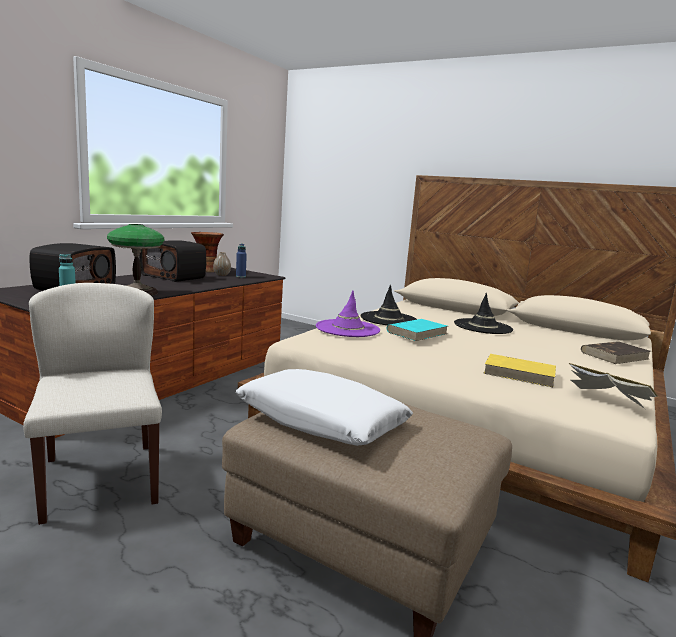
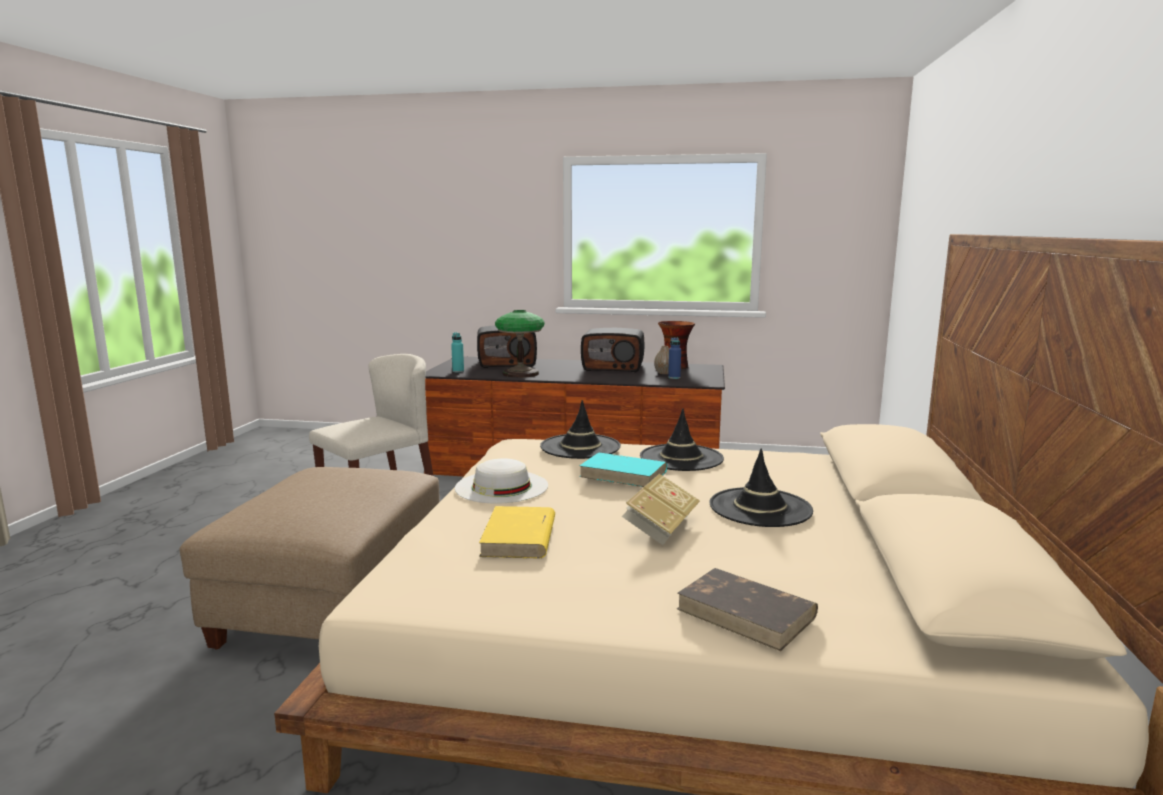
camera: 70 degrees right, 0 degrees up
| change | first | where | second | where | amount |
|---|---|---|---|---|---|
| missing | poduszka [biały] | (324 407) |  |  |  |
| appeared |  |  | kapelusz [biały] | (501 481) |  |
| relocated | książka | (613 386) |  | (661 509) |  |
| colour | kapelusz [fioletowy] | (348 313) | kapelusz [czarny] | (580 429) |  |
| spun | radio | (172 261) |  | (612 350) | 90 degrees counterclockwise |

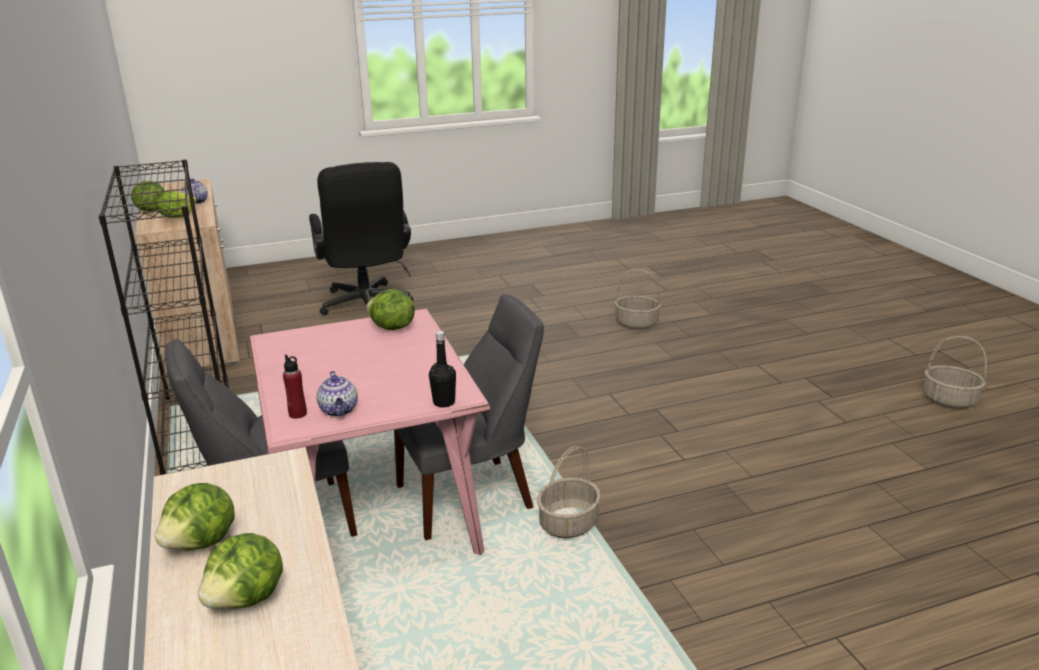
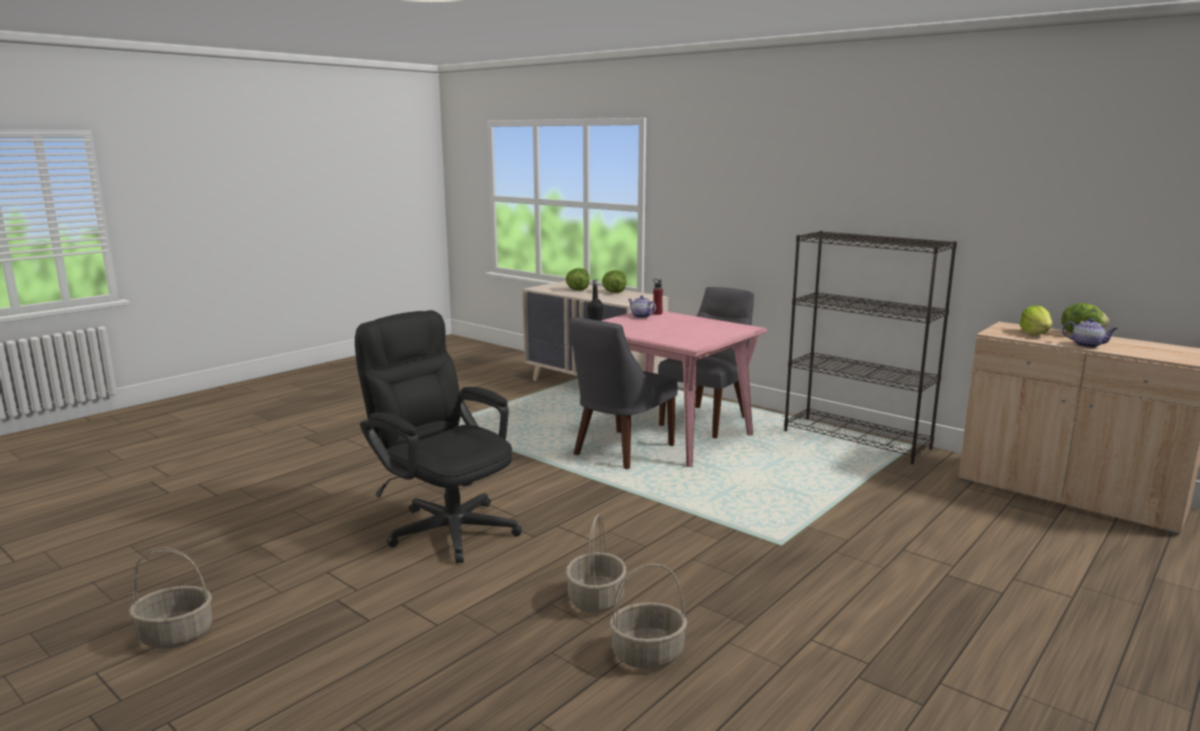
camera: 150 degrees right, 10 degrees down
| change | first | where | second | where | amount |
|---|---|---|---|---|---|
| missing | sałata | (390 309) |  |  |  |
| relocated | krzesło biurowe [czarny] | (361 238) |  | (438 436) |  |
| relocated | koszyk | (569 492) |  | (596 564) |  |

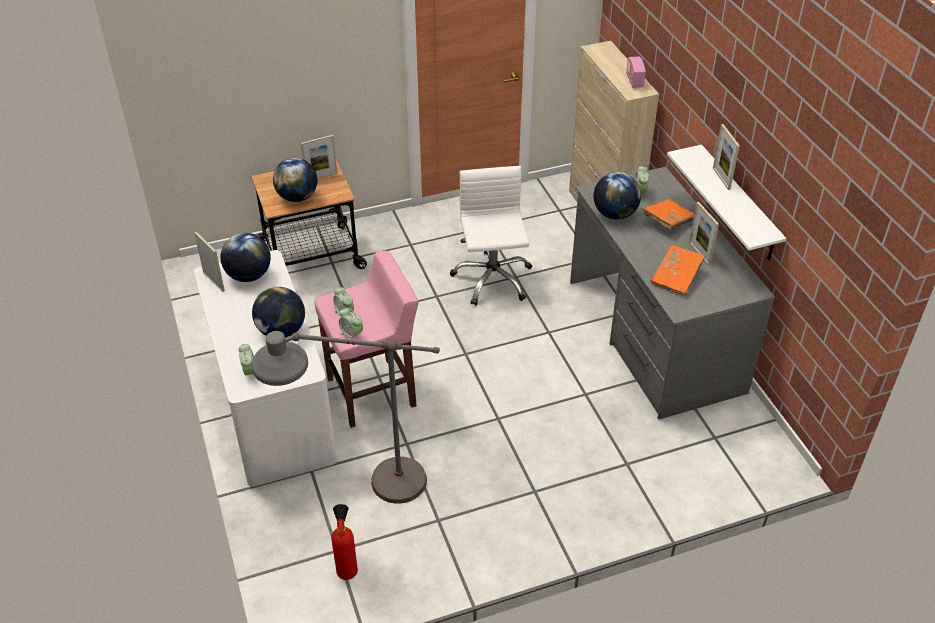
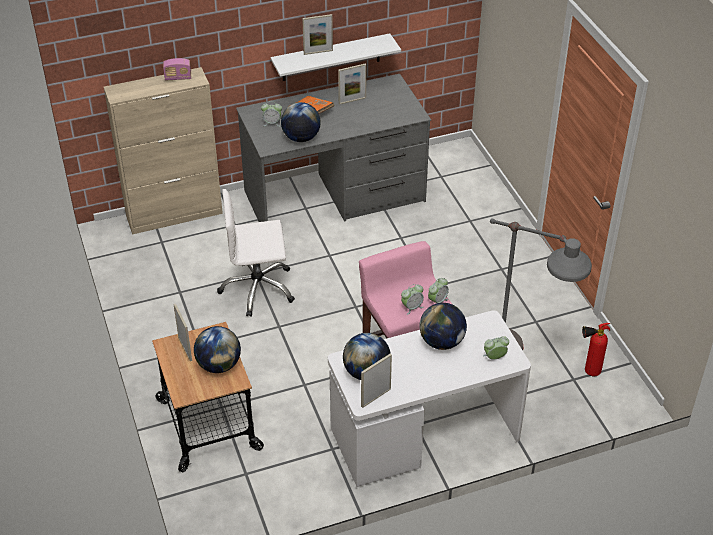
camera: 90 degrees left, 0 degrees up
| change | first | where | second | where | amount |
|---|---|---|---|---|---|
| missing | książka [pomarańczowy] | (677 270) |  |  |  |

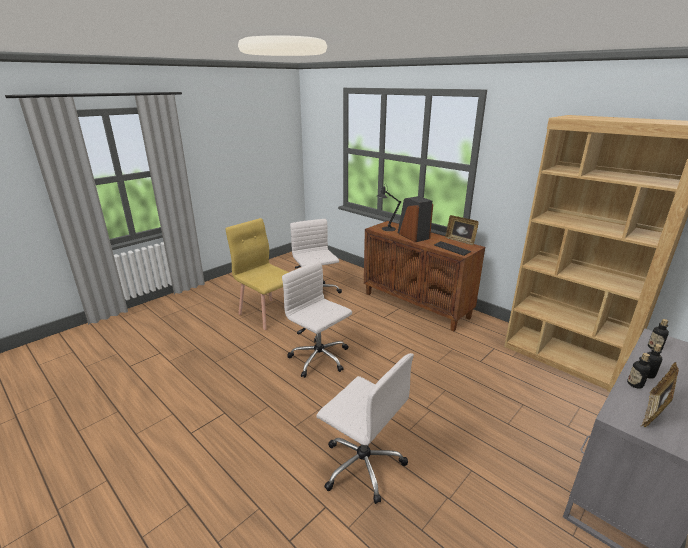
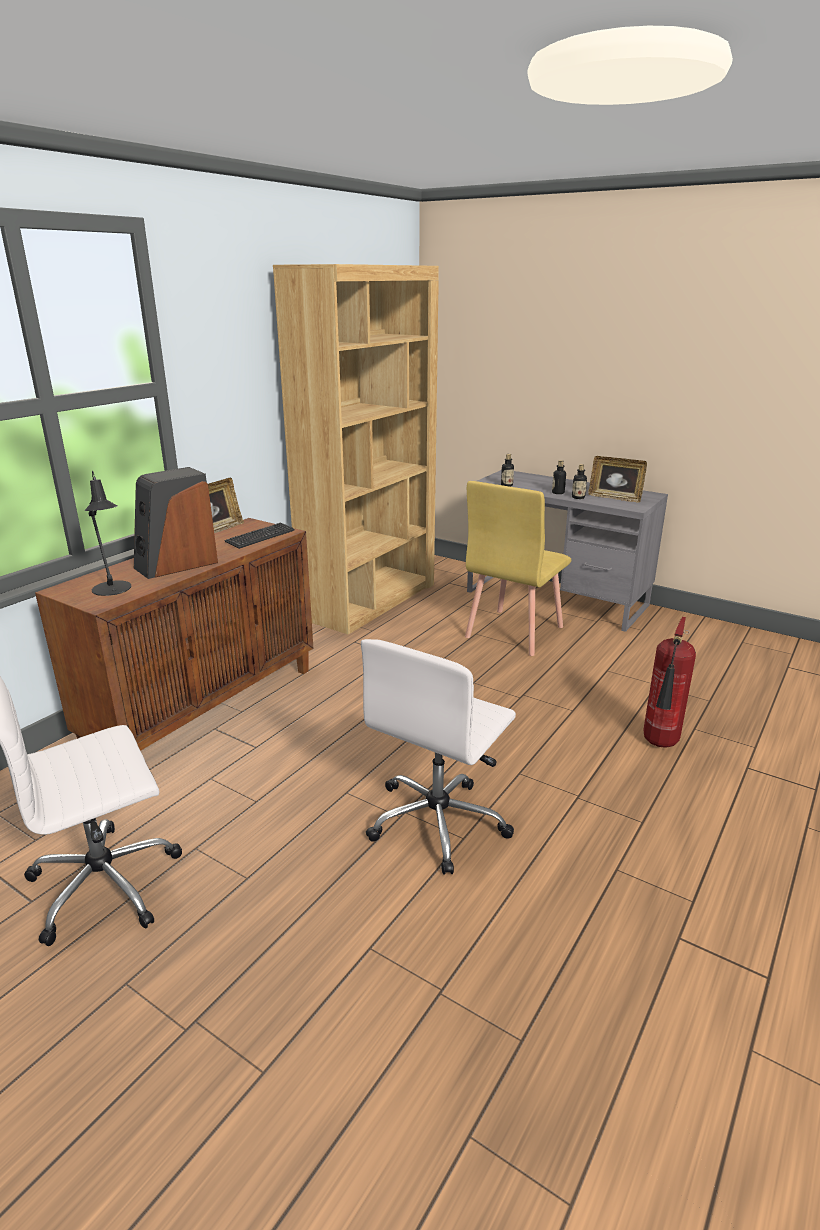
camera: 100 degrees left, 0 degrees up
| change | first | where | second | where | amount |
|---|---|---|---|---|---|
| relocated | krzesło [żółty] | (257 274) |  | (518 568) |  |
| exchanged | krzesło biurowe [biały] | (365 428) | gaśnica | (669 682) |  |

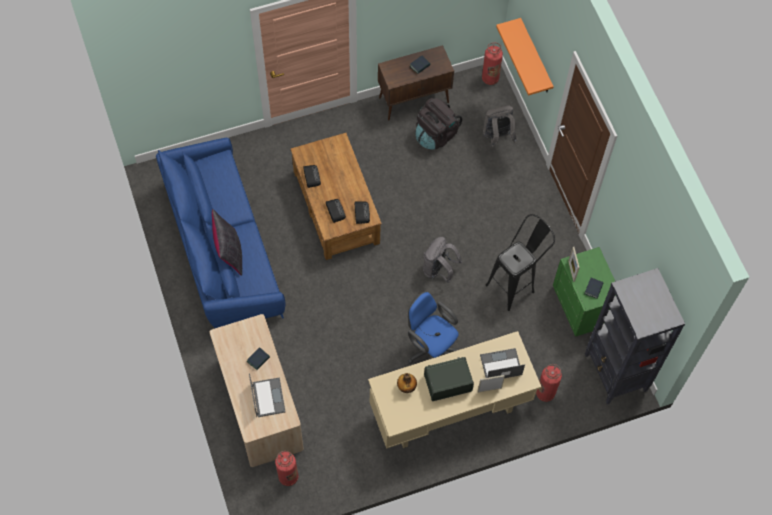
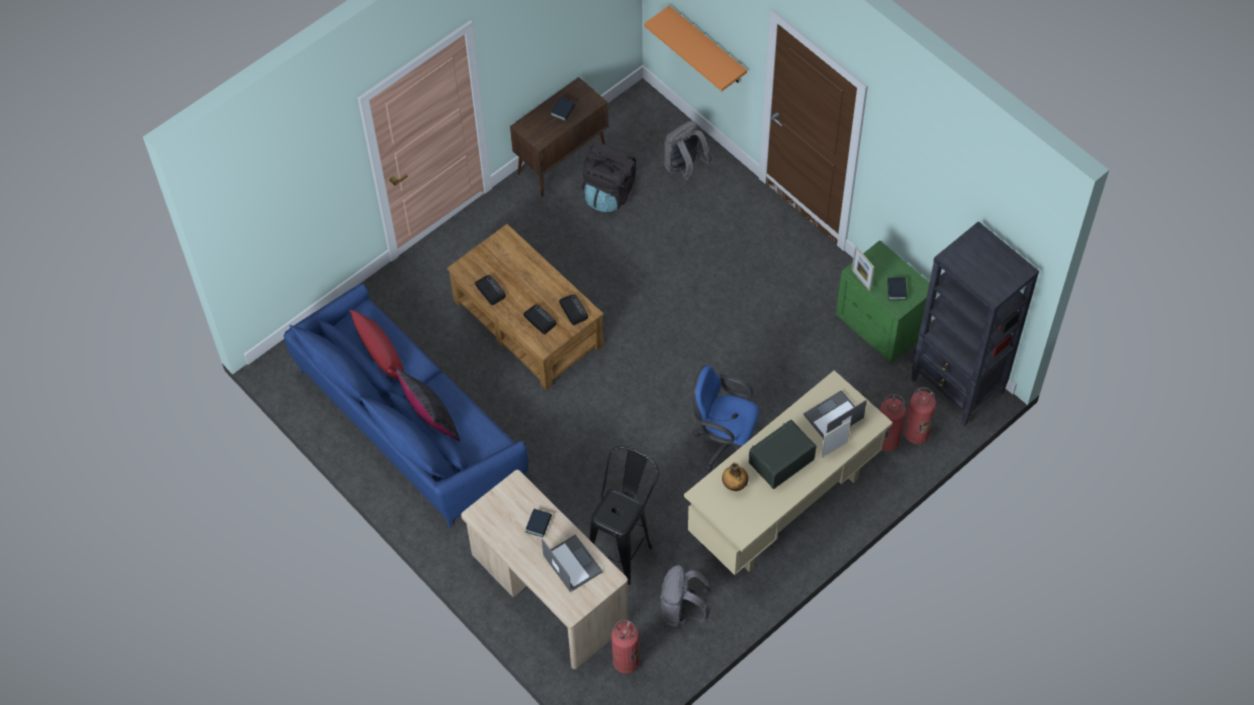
camera: 20 degrees left, 5 degrees down
| change | first | where | second | where | amount |
|---|---|---|---|---|---|
| appeared |  |  | poduszka [czerwony] | (376 344) |  |
| relocated | plecak [szary] | (442 260) |  | (685 596) |  |
| relocated | gaśnica | (492 63) |  | (920 415) |  |
| relocated | stołek [czarny] | (520 262) |  | (624 515) |  |

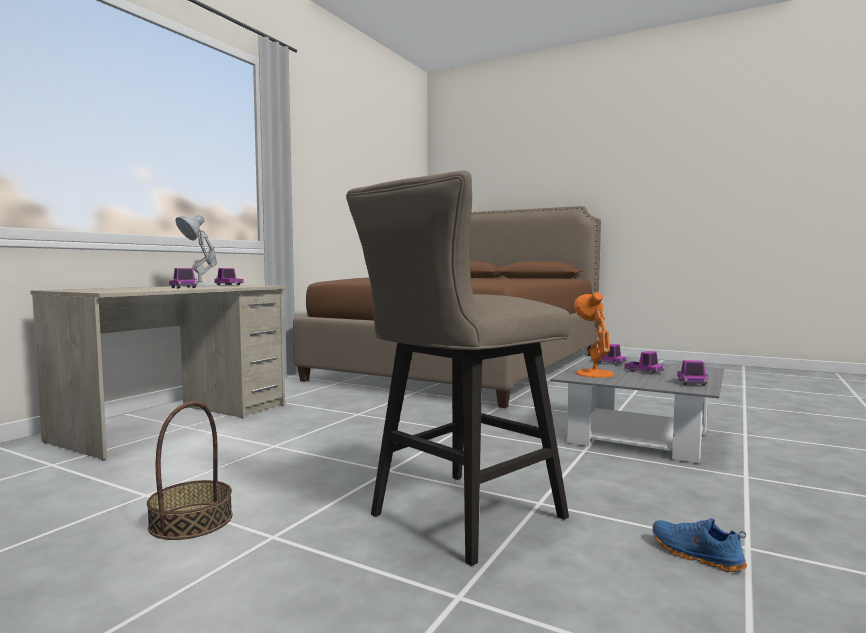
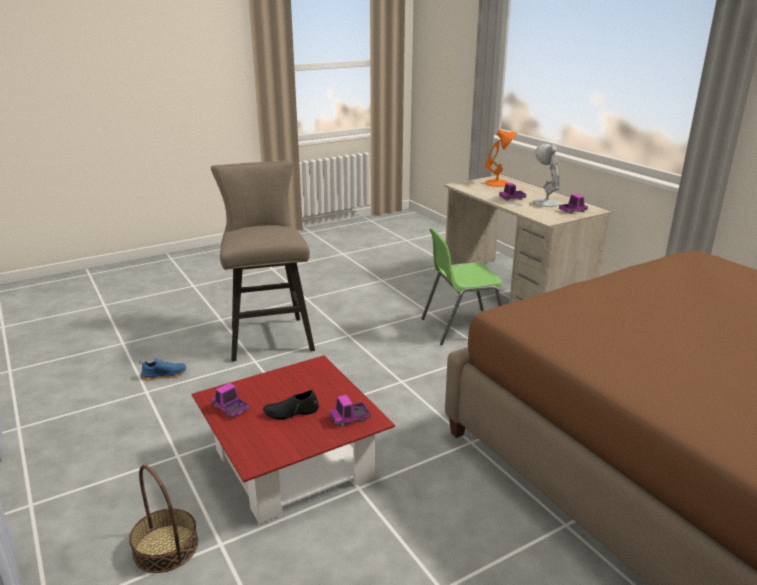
camera: 120 degrees right, 20 degrees up
| change | first | where | second | where | amount |
|---|---|---|---|---|---|
| appeared |  |  | krzesło [zielony] | (462 286) |  |
| relocated | koszyk | (189 470) |  | (163 519) |  |
| relocated | lampa stołowa [pomarańczowy] | (594 335) |  | (501 158) |  |
| exchanged | ciężarówka zabawkowa | (644 363) | but [czarny] | (291 405) |  |
| colour | ława [szary] | (637 411) | ława [czerwony] | (293 439) |  |

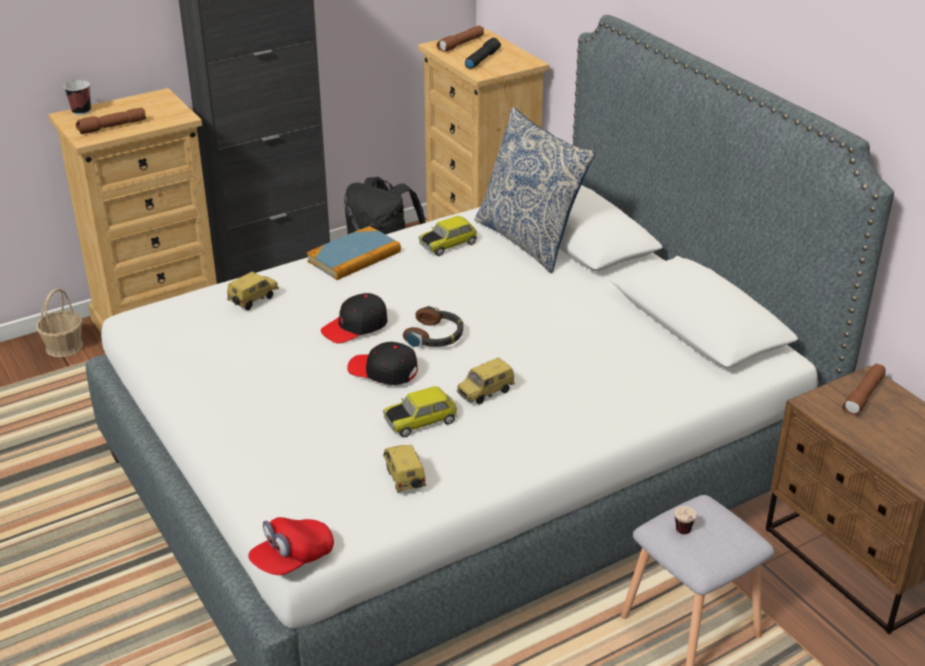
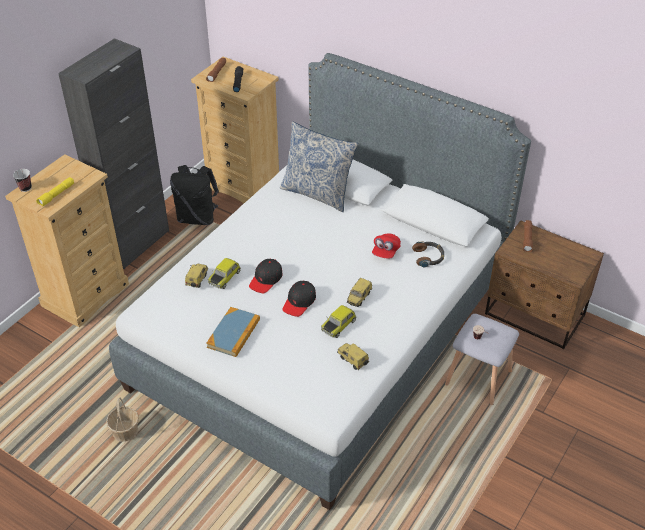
camera: 25 degrees left, 10 degrees up
| change | first | where | second | where | amount |
|---|---|---|---|---|---|
| relocated | koszyk | (59 322) |  | (122 420) |  |
| relocated | czapka z daszkiem [czerwony] | (291 546) |  | (386 246) |  |
| relocated | książka | (354 253) |  | (233 332) |  |
| relocated | słuchawki | (433 327) |  | (428 254) |  |
| relocated | samochodzik | (448 236) |  | (224 273) |  |
| colour | latarka [brązowy] | (111 121) | latarka [żółty] | (55 191) |  |
| spun | czapka z daszkiem [czarny] | (382 363) |  | (299 299) | 60 degrees counterclockwise |

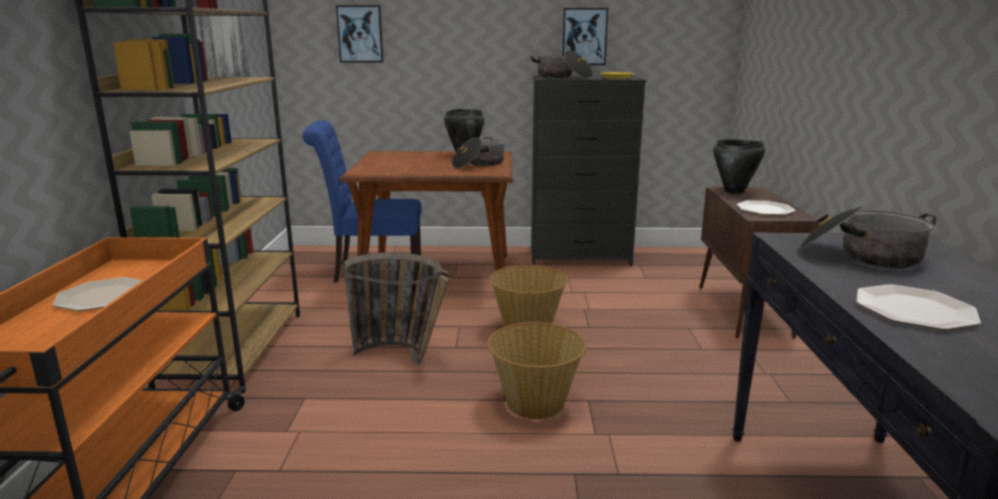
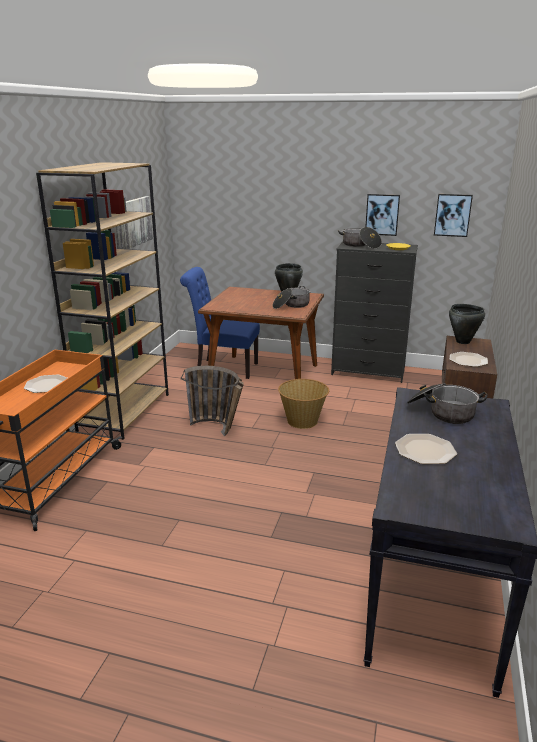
camera: 15 degrees right, 5 degrees up
| change | first | where | second | where | amount |
|---|---|---|---|---|---|
| missing | koszyk | (537 371) |  |  |  |
| relocated | obraz | (359 33) |  | (453 215) |  |

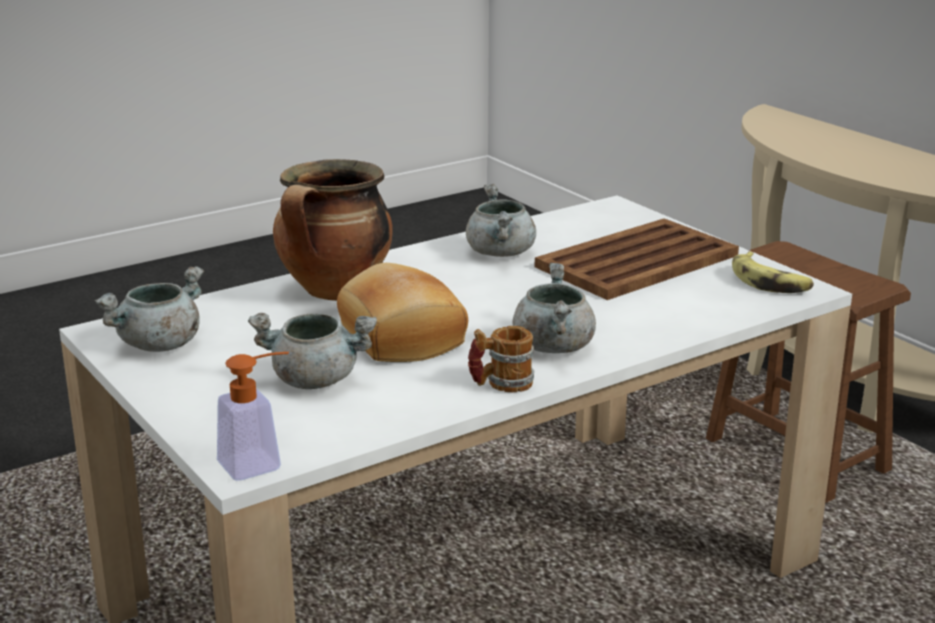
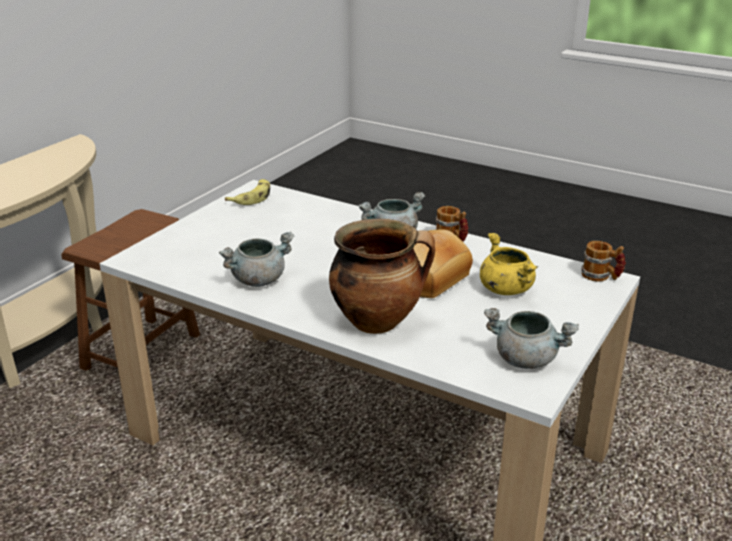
camera: 115 degrees left, 5 degrees up
| change | first | where | second | where | amount |
|---|---|---|---|---|---|
| missing | taca [brązowy] | (637 259) |  |  |  |
| exchanged | dozownik mydła | (253 416) | kubek | (603 261) |  |
| colour | garnek [szary] | (312 351) | garnek [żółty] | (509 264) |  |

